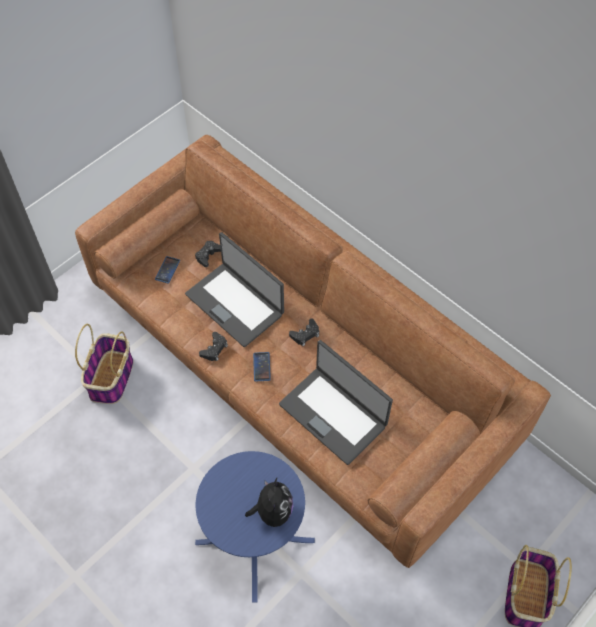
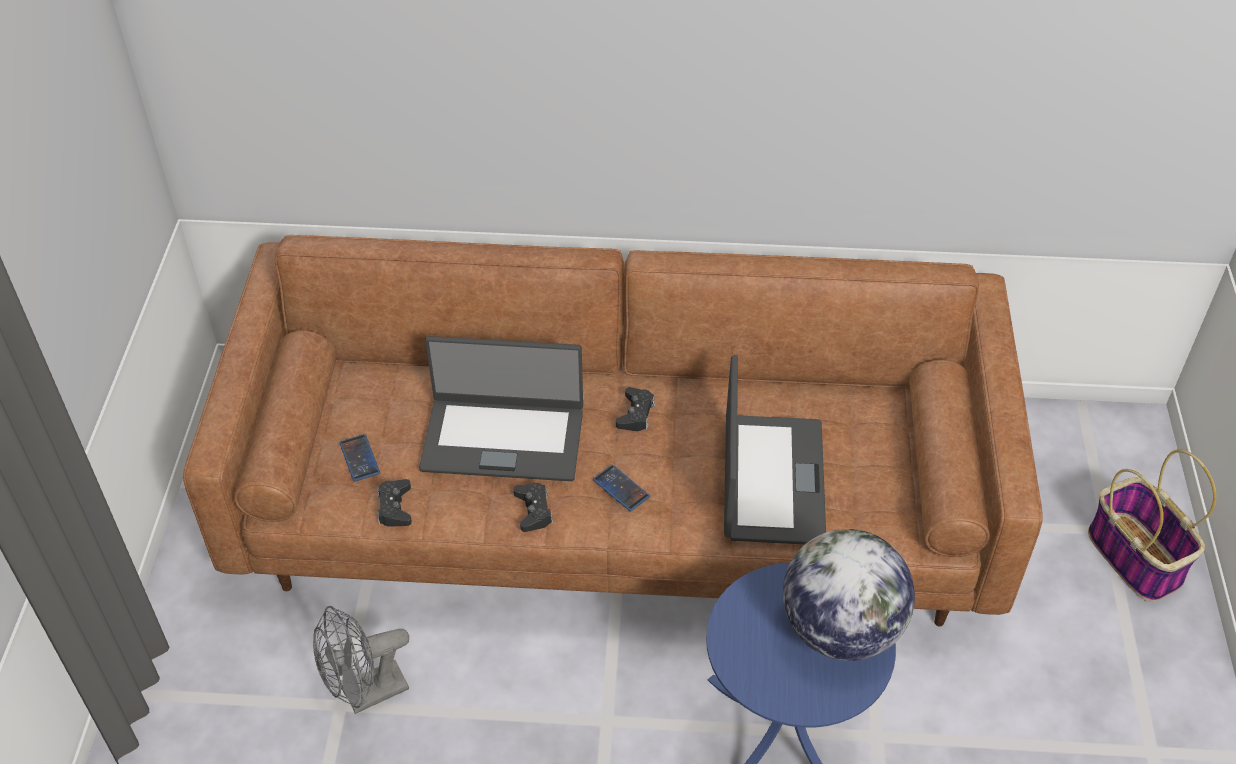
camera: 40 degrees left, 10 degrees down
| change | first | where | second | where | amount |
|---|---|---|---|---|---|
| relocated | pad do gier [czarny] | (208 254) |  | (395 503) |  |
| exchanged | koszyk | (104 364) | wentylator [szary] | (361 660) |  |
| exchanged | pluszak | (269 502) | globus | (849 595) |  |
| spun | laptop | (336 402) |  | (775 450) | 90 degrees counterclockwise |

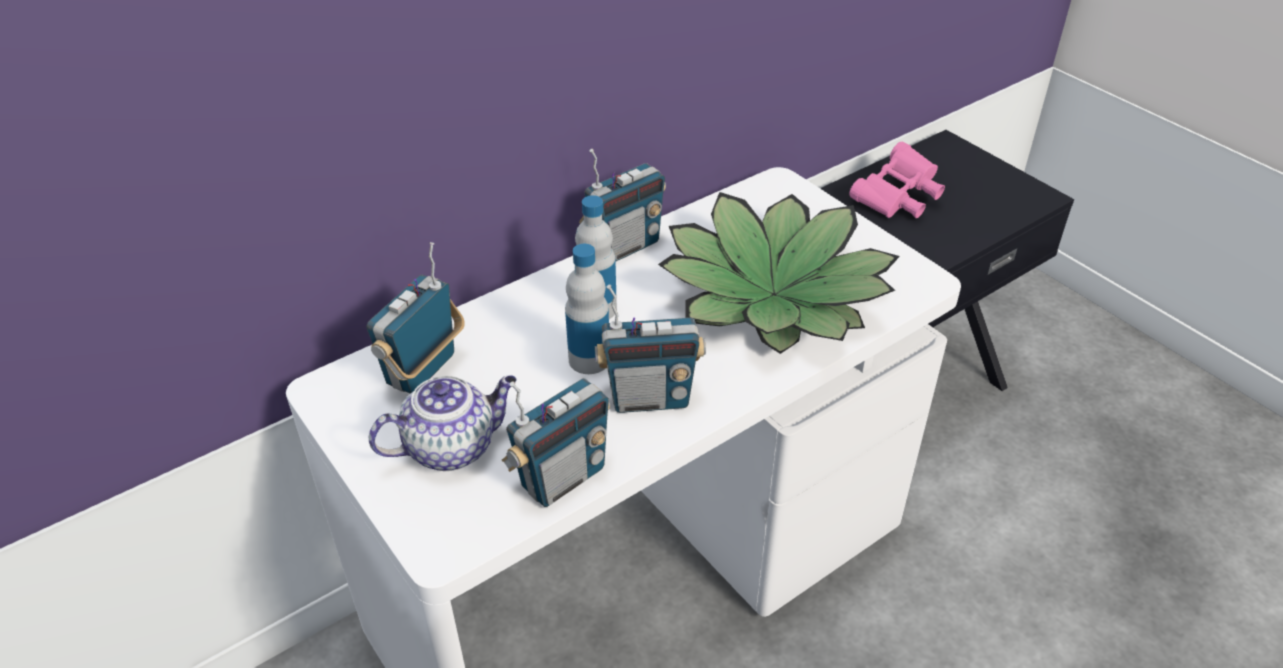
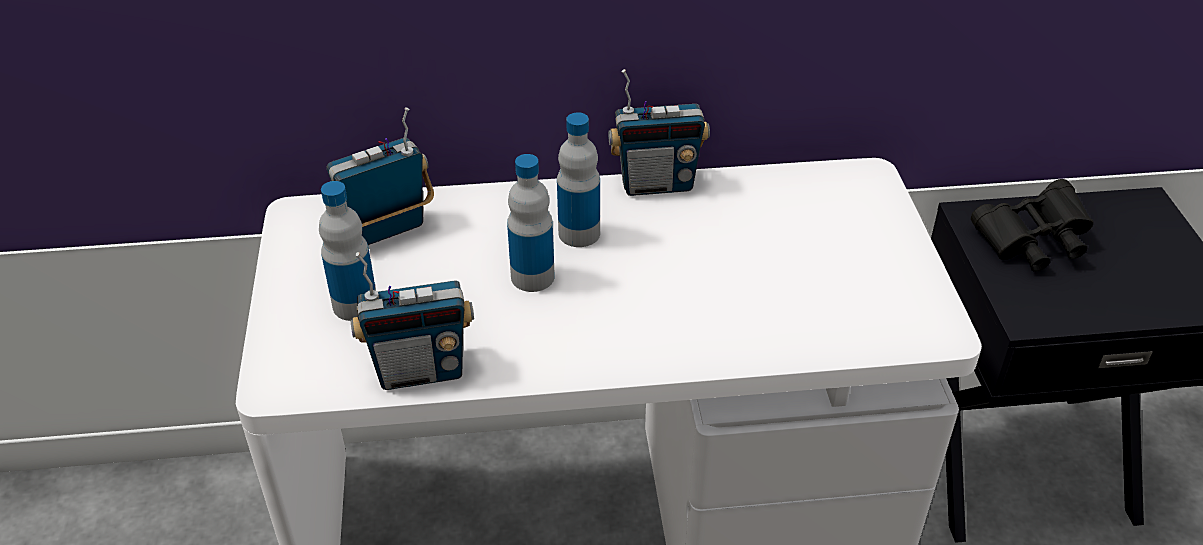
camera: 30 degrees right, 0 degrees up
| change | first | where | second | where | amount |
|---|---|---|---|---|---|
| missing | radio | (650 348) |  |  |  |
| missing | roślina doniczkowa | (779 273) |  |  |  |
| exchanged | imbryk | (443 423) | butelka | (347 251) |  |
| colour | lornetka [różowy] | (897 180) | lornetka [czarny] | (1032 225) |  |

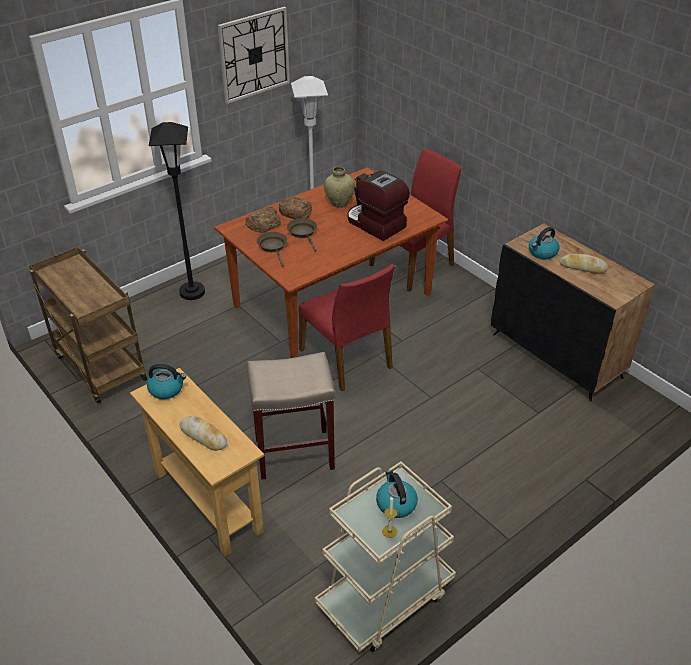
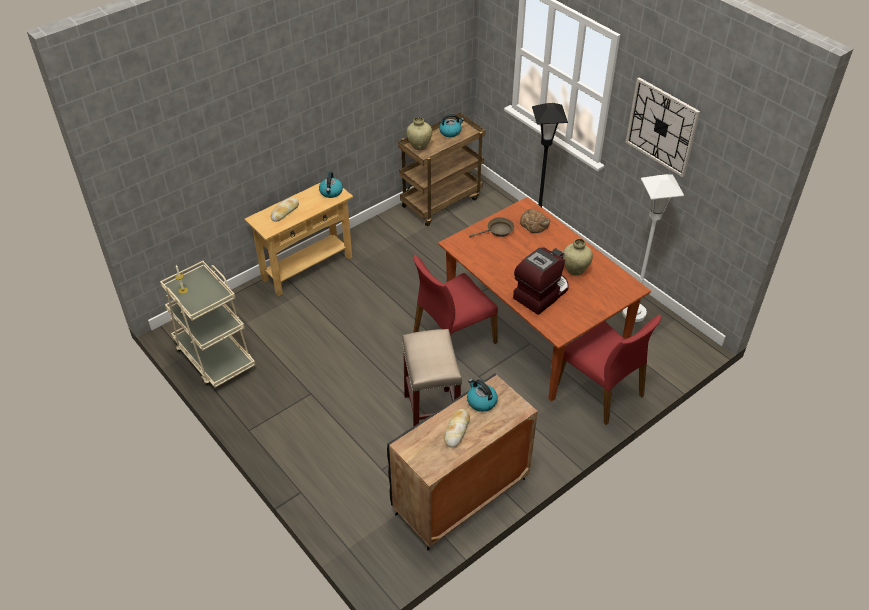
camera: 90 degrees right, 5 degrees up
| change | first | where | second | where | amount |
|---|---|---|---|---|---|
| missing | chleb | (295 208) |  |  |  |
| missing | patelnia [brązowy] | (302 235) |  |  |  |
| appeared |  |  | wazon [beżowy] | (419 133) |  |
| relocated | stołek [beżowy] | (291 416) |  | (432 378) |  |
| relocated | czajnik | (397 494) |  | (451 125) |  |

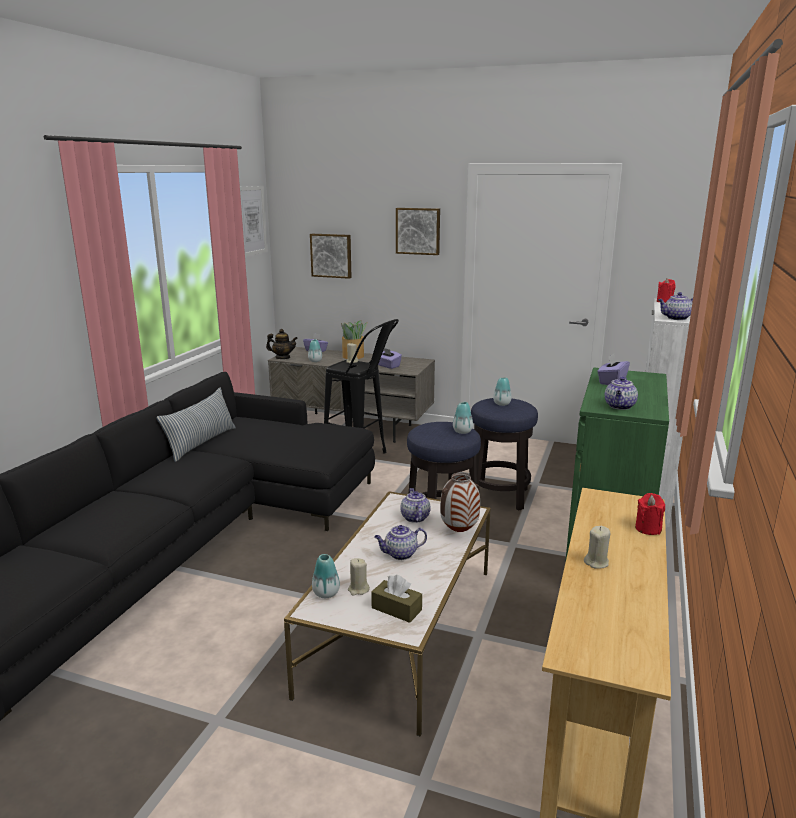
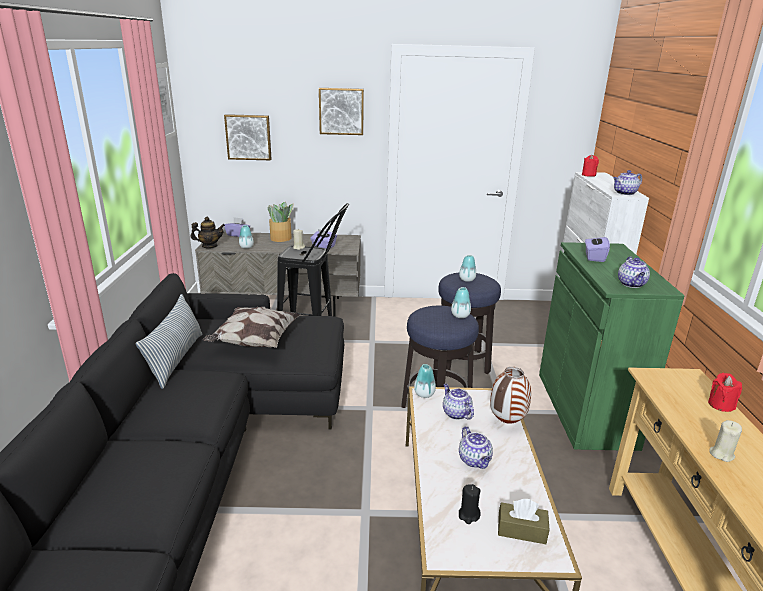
camera: 20 degrees left, 5 degrees up
| change | first | where | second | where | amount |
|---|---|---|---|---|---|
| appeared |  |  | poduszka | (251 327) |  |
| relocated | wazon | (326 576) |  | (425 381) |  |
| colour | świeca [beżowy] | (359 577) | świeca [czarny] | (470 504) |  |
| spun | imbryk | (400 542) |  | (476 447) | 75 degrees counterclockwise |

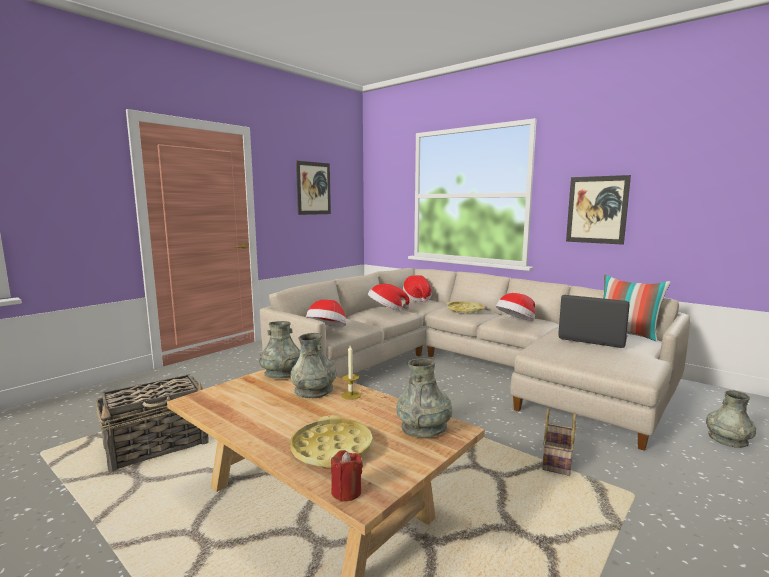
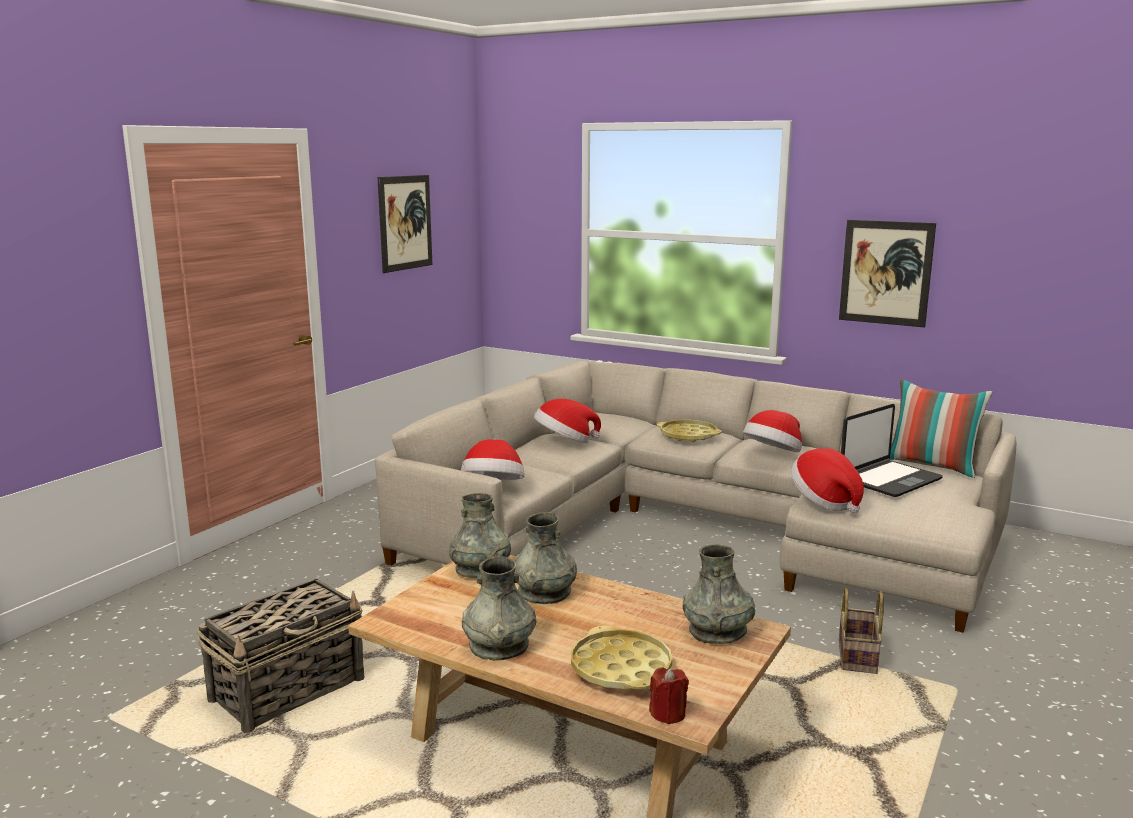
camera: 10 degrees left, 5 degrees up
| change | first | where | second | where | amount |
|---|---|---|---|---|---|
| missing | świeca | (351 372) |  |  |  |
| relocated | kapelusz | (417 288) |  | (827 480) |  |
| relocated | wazon [szary] | (731 419) |  | (499 608) |  |
| spun | laptop | (594 321) |  | (892 450) | 120 degrees clockwise |

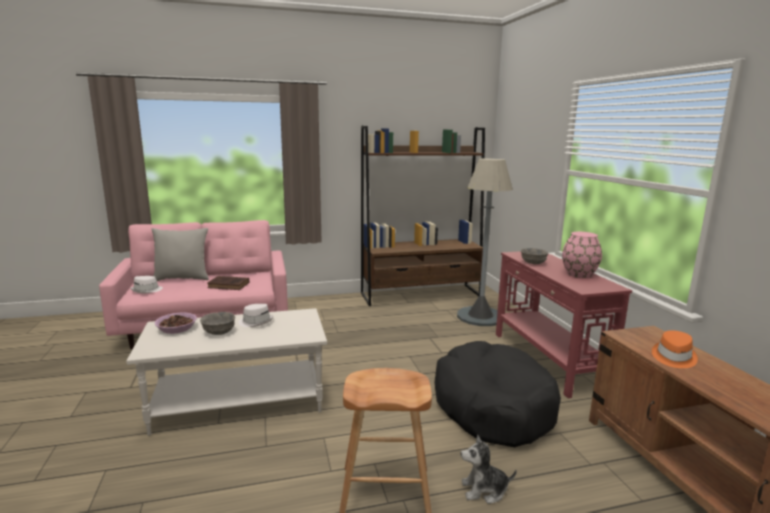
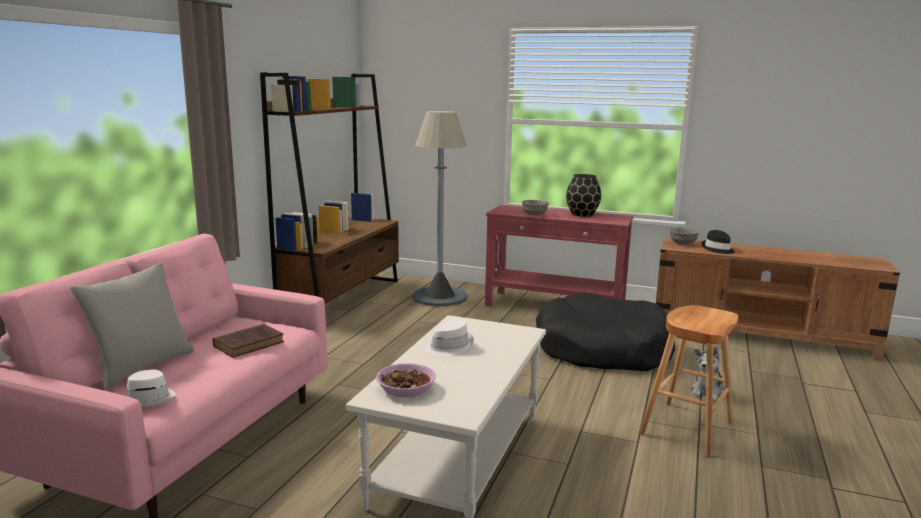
camera: 55 degrees left, 0 degrees up
| change | first | where | second | where | amount |
|---|---|---|---|---|---|
| relocated | miska [szary] | (217 323) |  | (684 236) |  |
| colour | wazon [różowy] | (582 255) | wazon [czarny] | (583 195) |  |
| colour | kapelusz [pomarańczowy] | (675 349) | kapelusz [czarny] | (718 242) |  |

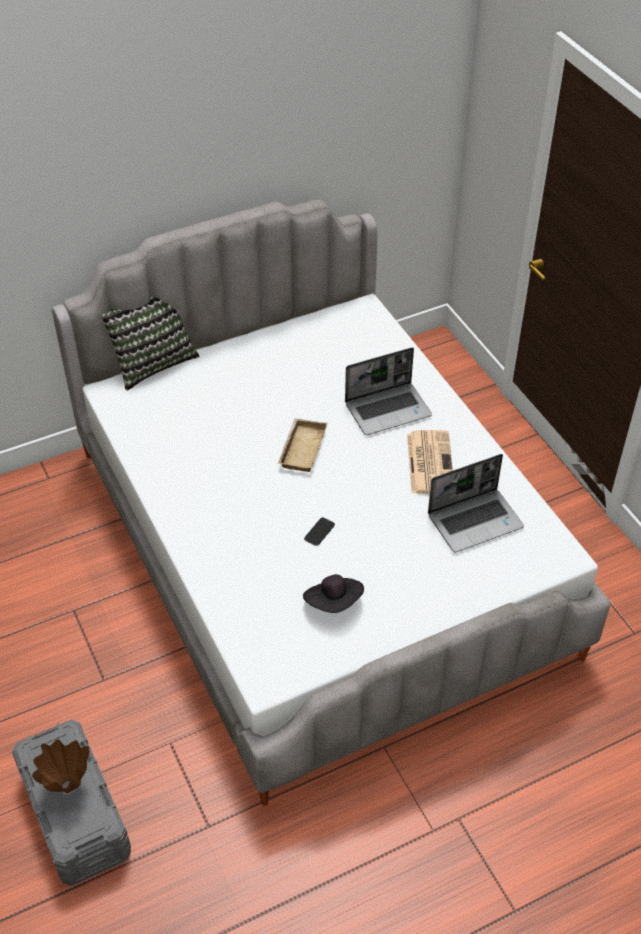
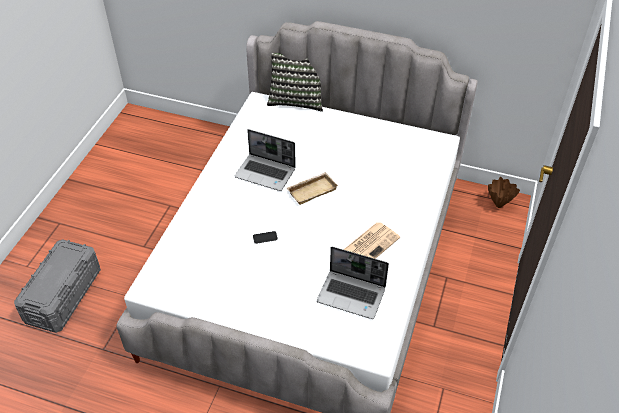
camera: 45 degrees right, 0 degrees up
| change | first | where | second | where | amount |
|---|---|---|---|---|---|
| missing | kapelusz [czarny] | (333 593) |  |  |  |
| relocated | wazon [brązowy] | (60 766) |  | (504 192) |  |
| relocated | laptop | (388 391) |  | (265 160) |  |

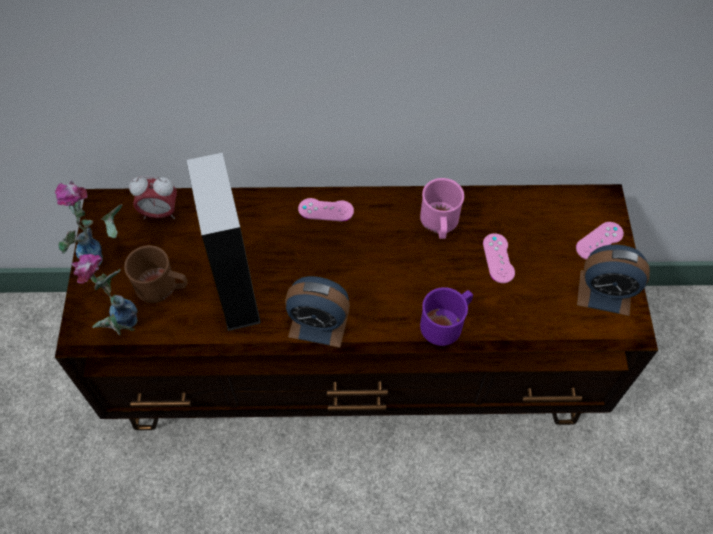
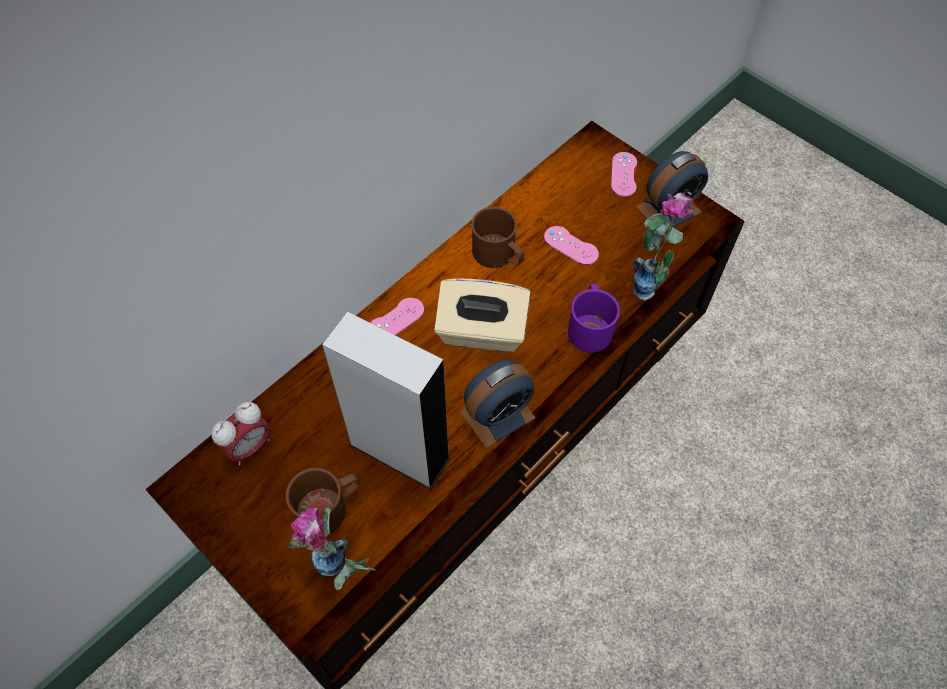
camera: 45 degrees left, 0 degrees up
| change | first | where | second | where | amount |
|---|---|---|---|---|---|
| appeared |  |  | pudełko chusteczek [beżowy] | (482 315) |  |
| relocated | wazon | (89 223) |  | (663 246) |  |
| colour | kubek [różowy] | (442 208) | kubek [brązowy] | (497 237) |  |

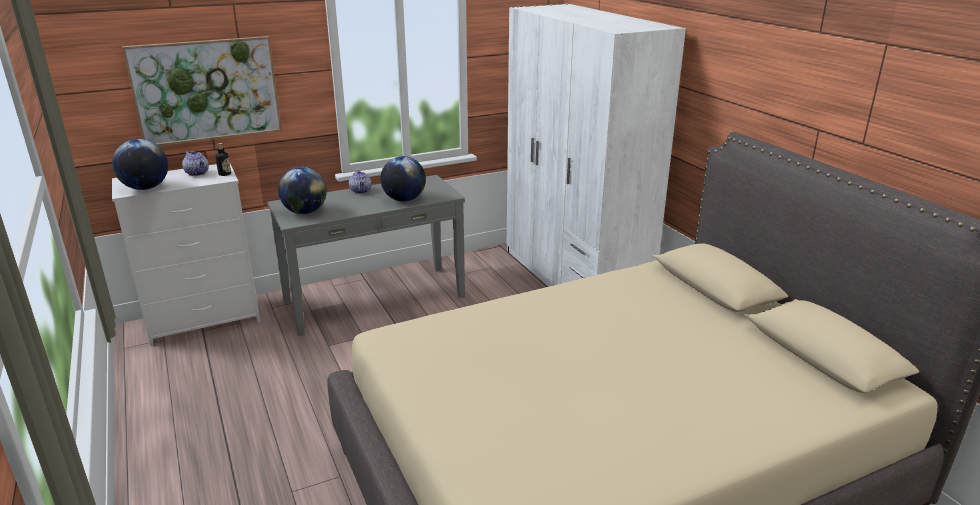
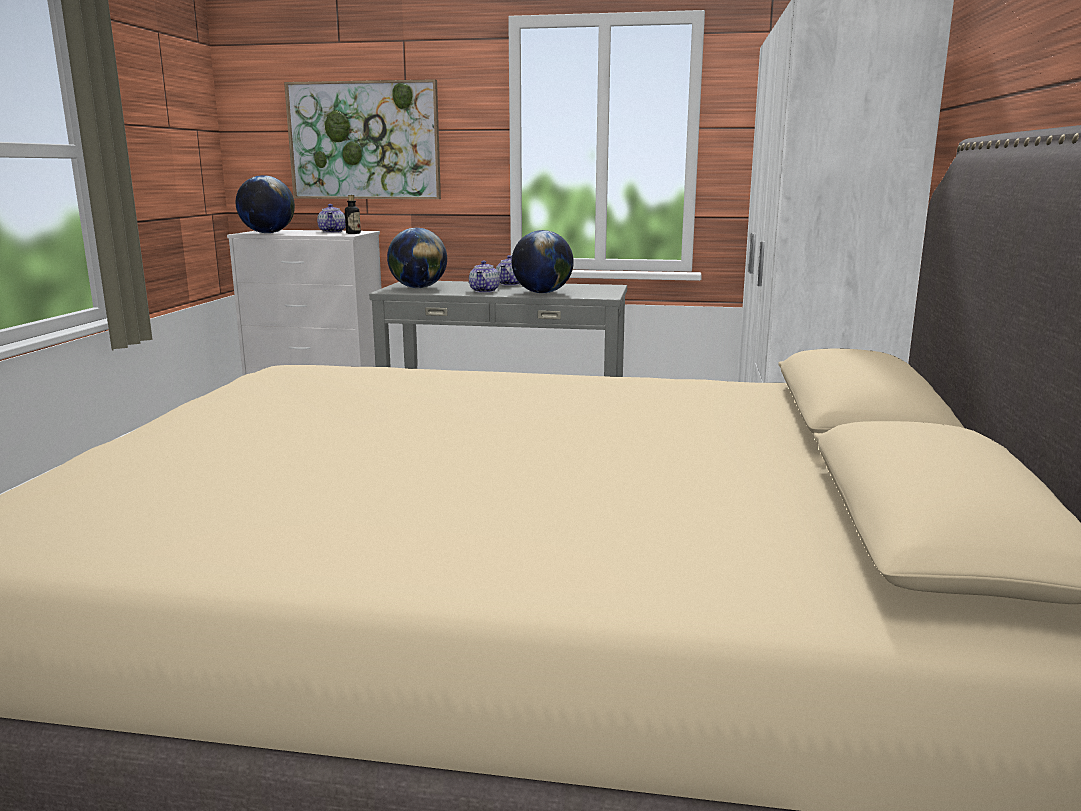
camera: 35 degrees right, 10 degrees down
| change | first | where | second | where | amount |
|---|---|---|---|---|---|
| appeared |  |  | imbryk | (484 276) |  |

